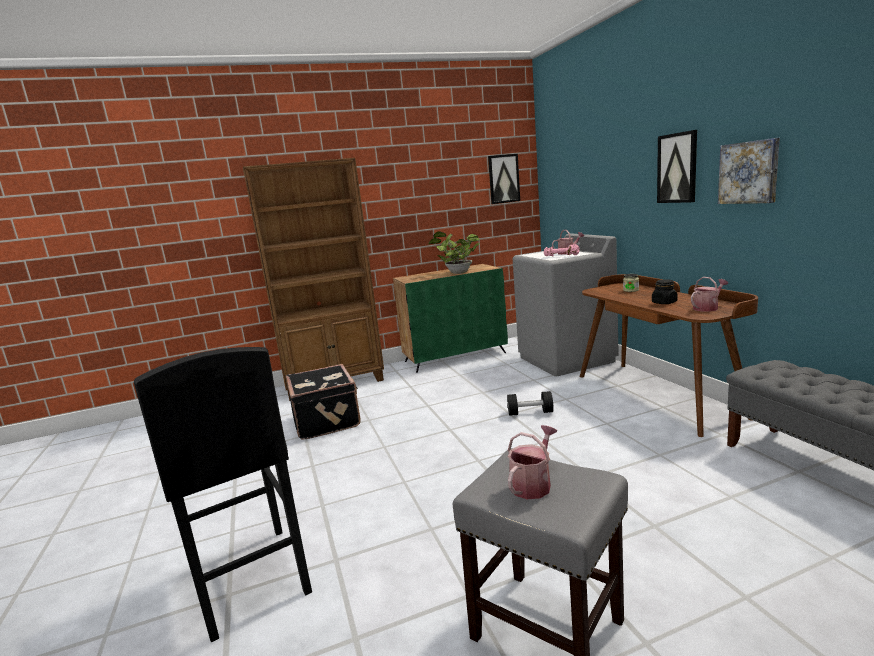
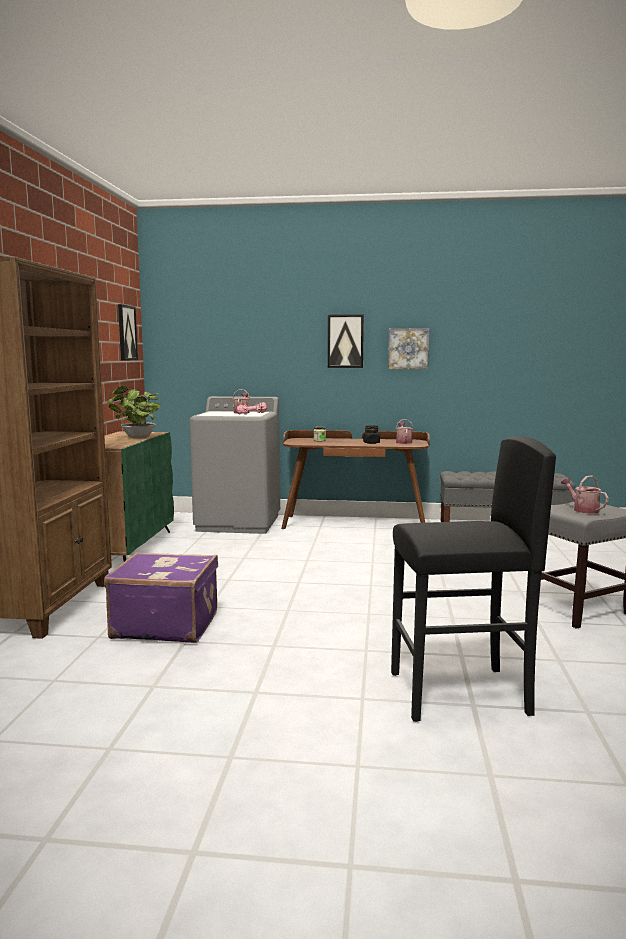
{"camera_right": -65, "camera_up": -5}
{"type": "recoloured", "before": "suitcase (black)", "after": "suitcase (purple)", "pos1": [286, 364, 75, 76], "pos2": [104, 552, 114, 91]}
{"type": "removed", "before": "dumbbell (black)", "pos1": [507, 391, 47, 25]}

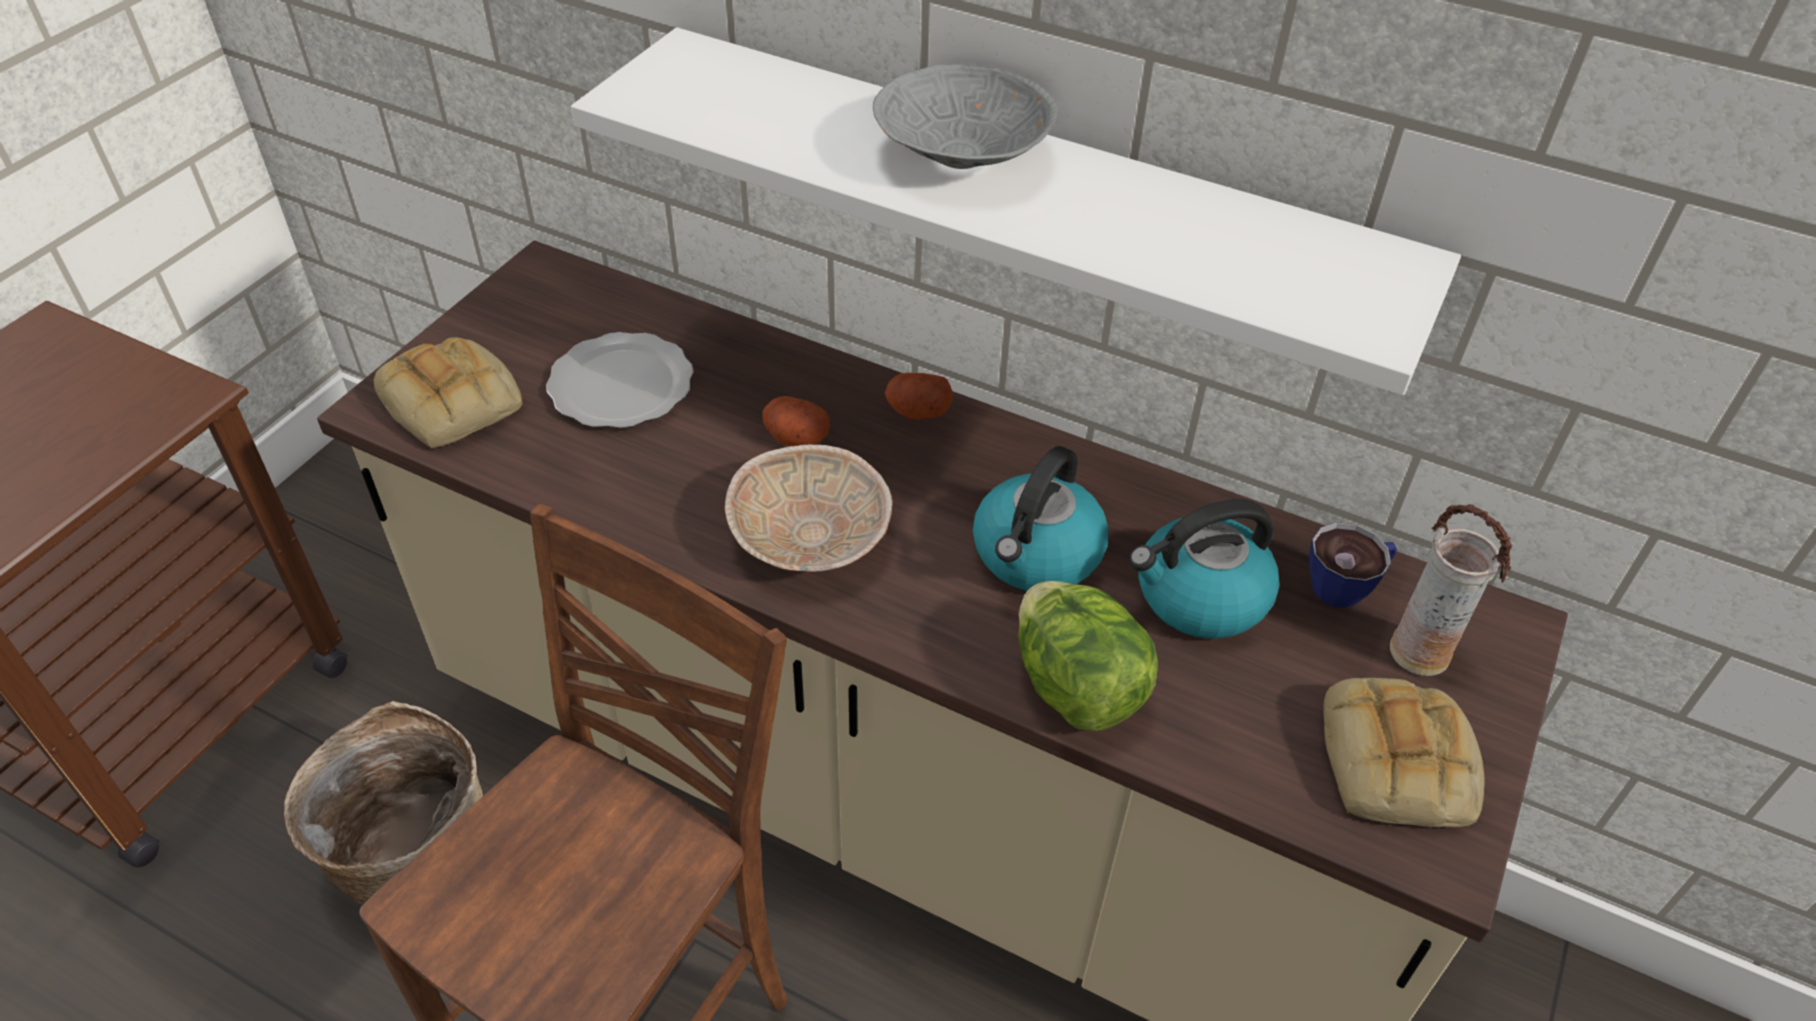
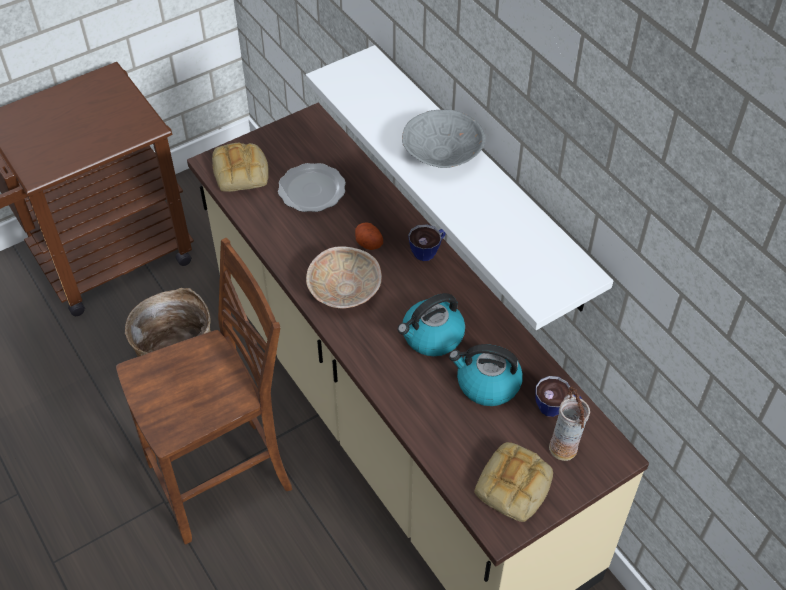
{"camera_right": 30, "camera_up": 5}
{"type": "replaced", "before": "potato", "after": "cup", "pos1": [885, 373, 68, 47], "pos2": [408, 224, 38, 37]}
{"type": "removed", "before": "lettuce", "pos1": [1018, 581, 140, 150]}

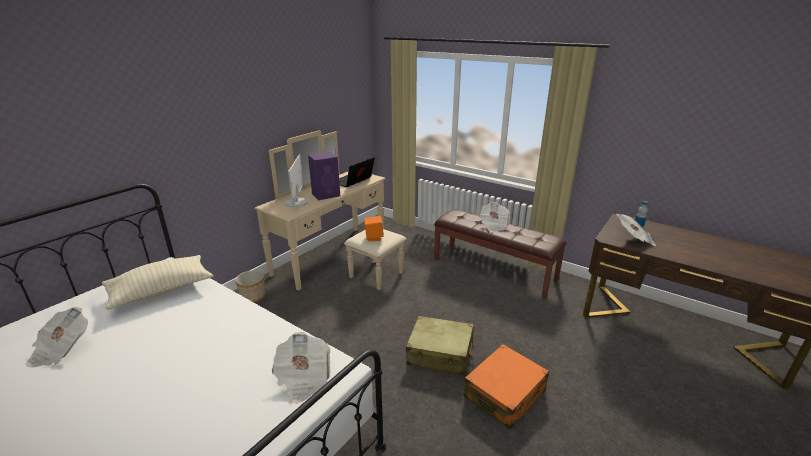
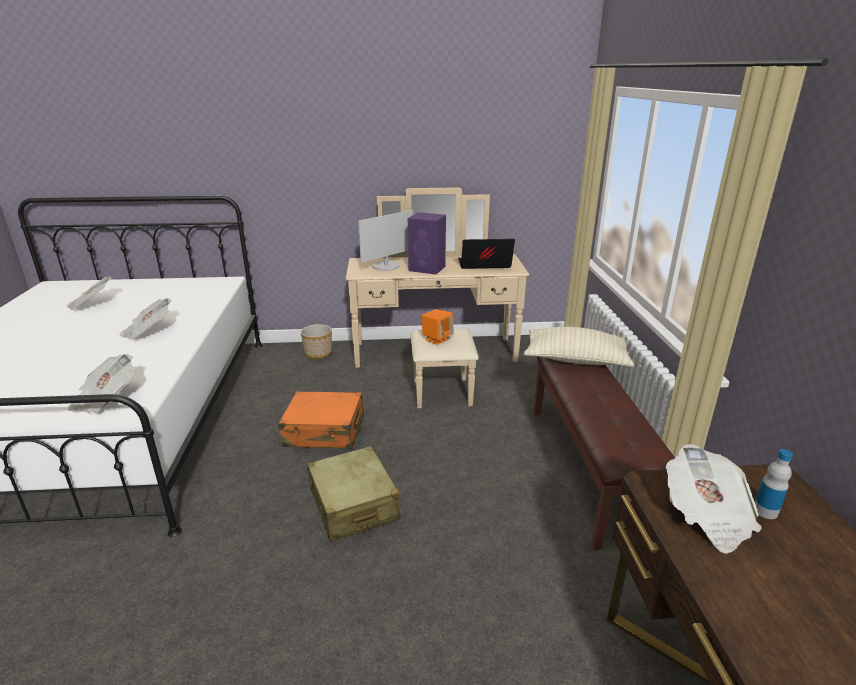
{"camera_right": 50, "camera_up": 0}
{"type": "moved", "before": "newspaper", "pos1": [479, 202, 31, 30], "pos2": [120, 298, 51, 42]}
{"type": "moved", "before": "pillow (beige)", "pos1": [102, 255, 111, 55], "pos2": [524, 327, 110, 40]}
{"type": "moved", "before": "suitcase (orange)", "pos1": [463, 344, 86, 85], "pos2": [278, 391, 86, 58]}

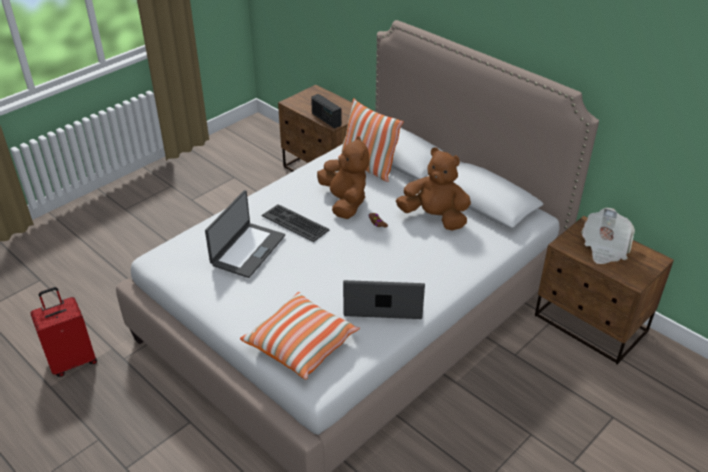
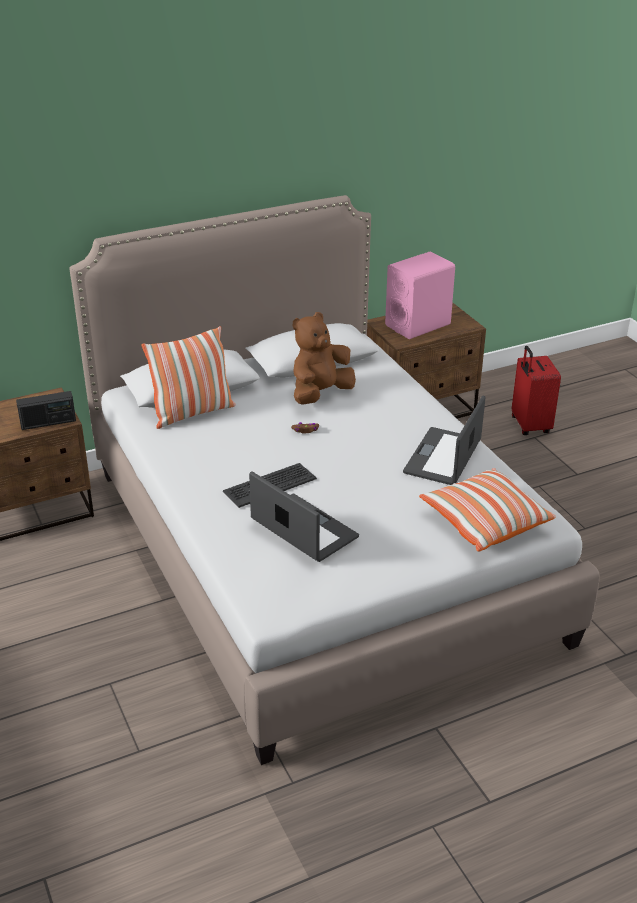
{"camera_right": -70, "camera_up": -5}
{"type": "removed", "before": "plush toy (brown)", "pos1": [317, 136, 52, 83]}
{"type": "replaced", "before": "newspaper", "after": "speaker (pink)", "pos1": [581, 208, 54, 56], "pos2": [385, 251, 70, 88]}
{"type": "moved", "before": "suitcase (red)", "pos1": [30, 287, 67, 90], "pos2": [512, 346, 49, 89]}

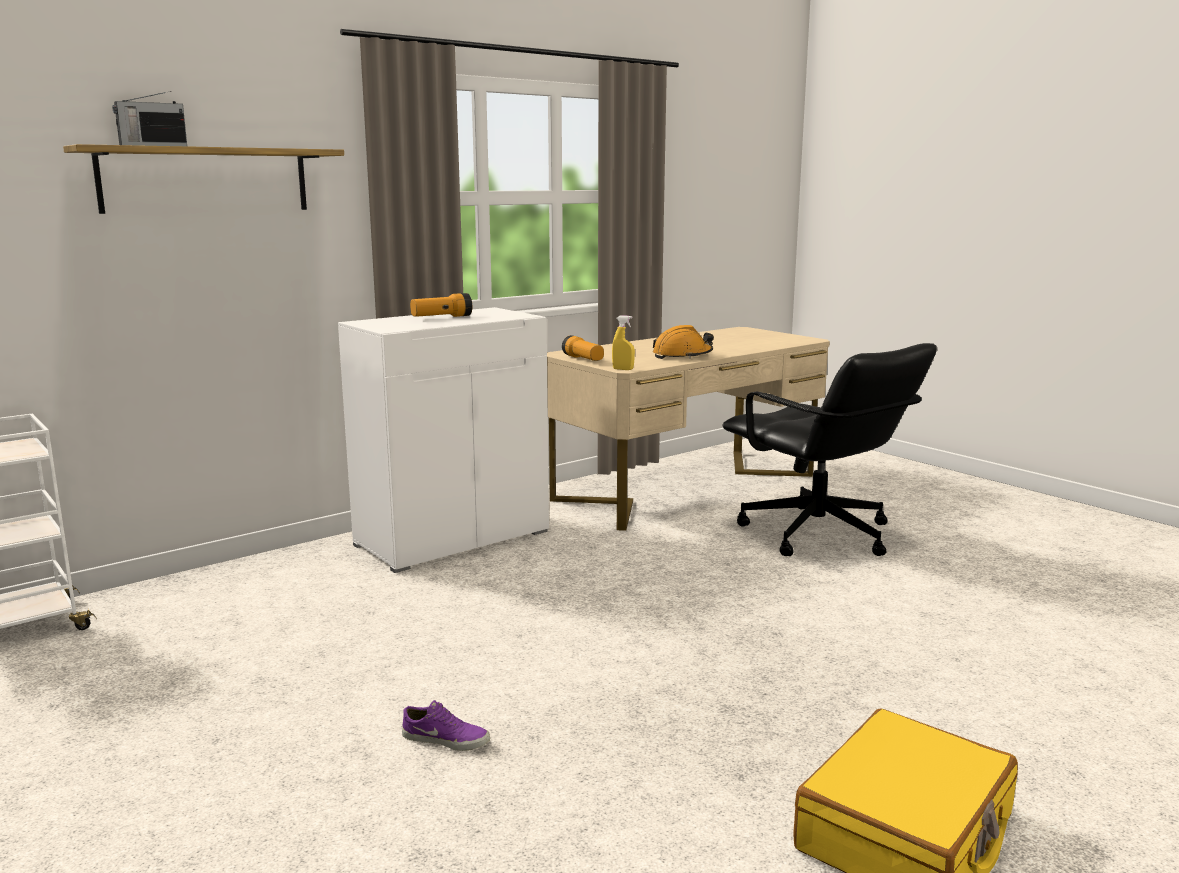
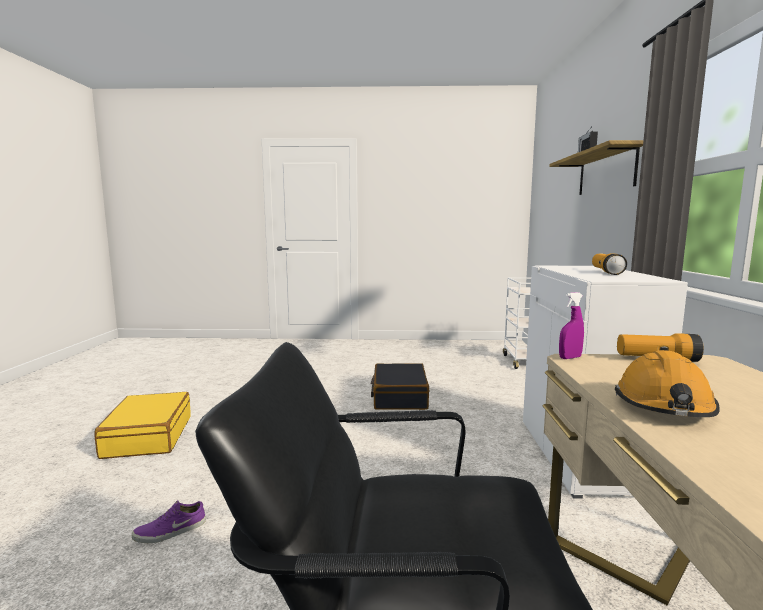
{"camera_right": 130, "camera_up": -5}
{"type": "recoloured", "before": "spray bottle (yellow)", "after": "spray bottle (purple)", "pos1": [612, 315, 23, 55], "pos2": [559, 292, 25, 67]}
{"type": "moved", "before": "shoe (purple)", "pos1": [402, 700, 88, 51], "pos2": [132, 500, 74, 43]}
{"type": "added", "after": "suitcase (black)", "pos2": [371, 363, 58, 47]}

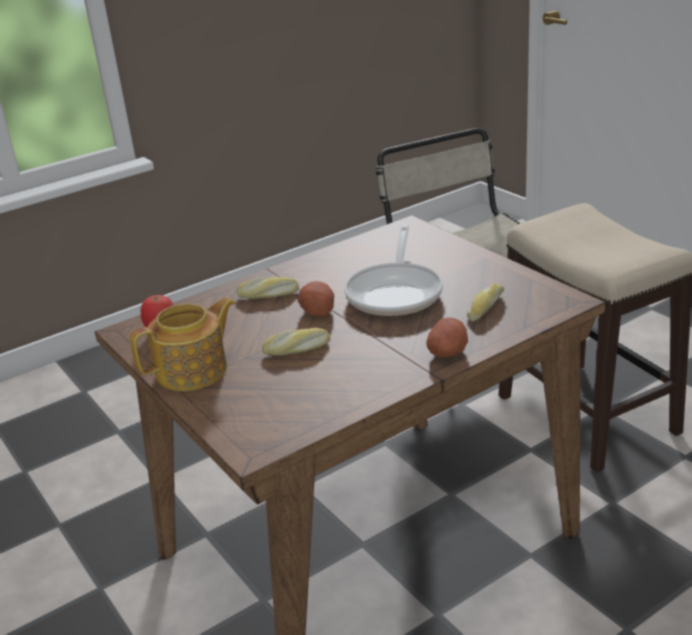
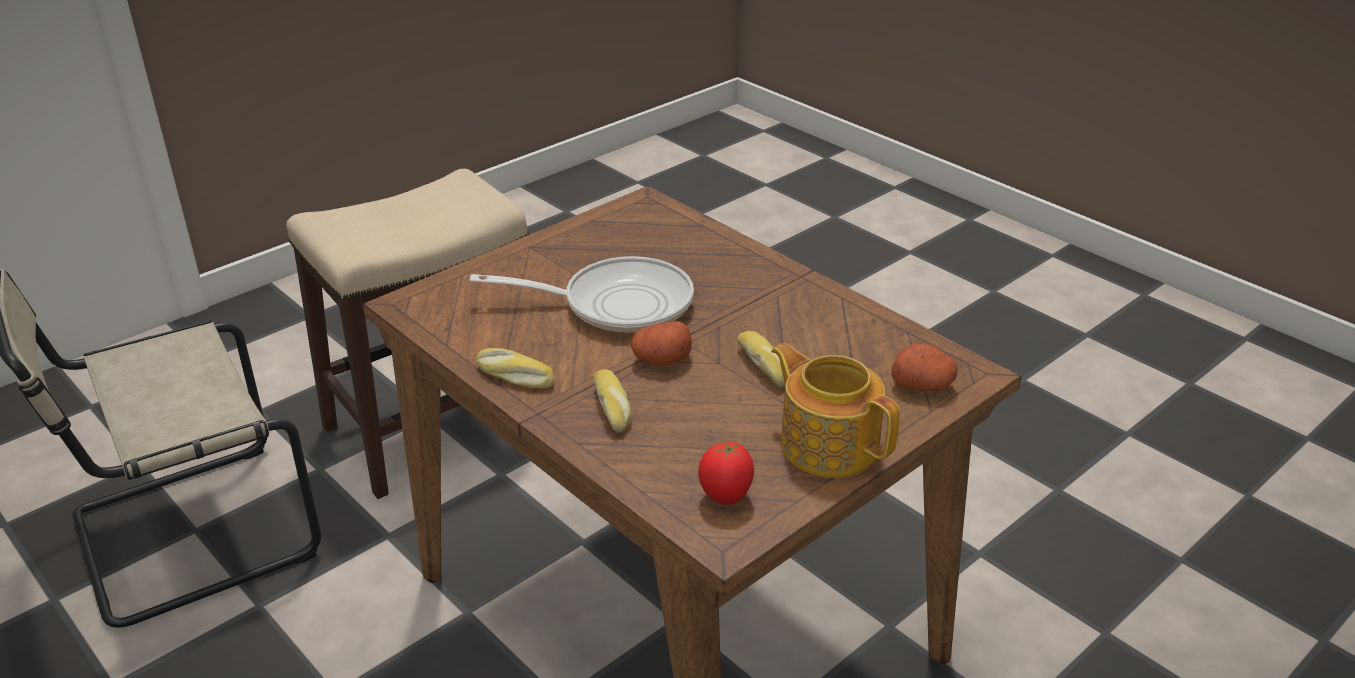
{"camera_right": -100, "camera_up": 5}
{"type": "moved", "before": "bread", "pos1": [467, 283, 37, 39], "pos2": [476, 348, 78, 40]}
{"type": "moved", "before": "potato", "pos1": [427, 317, 41, 40], "pos2": [891, 344, 67, 47]}

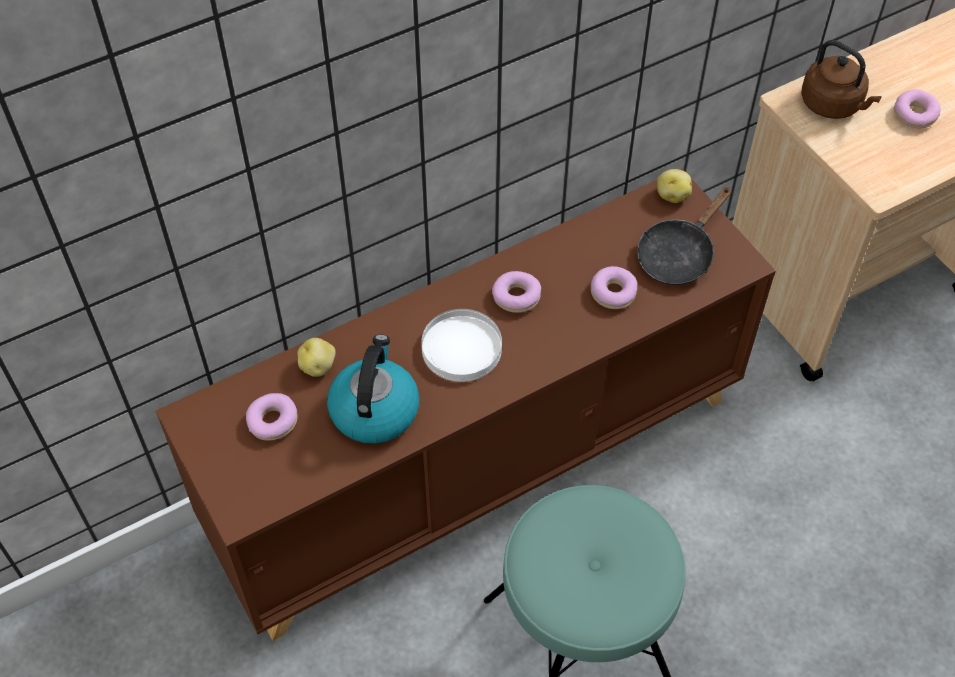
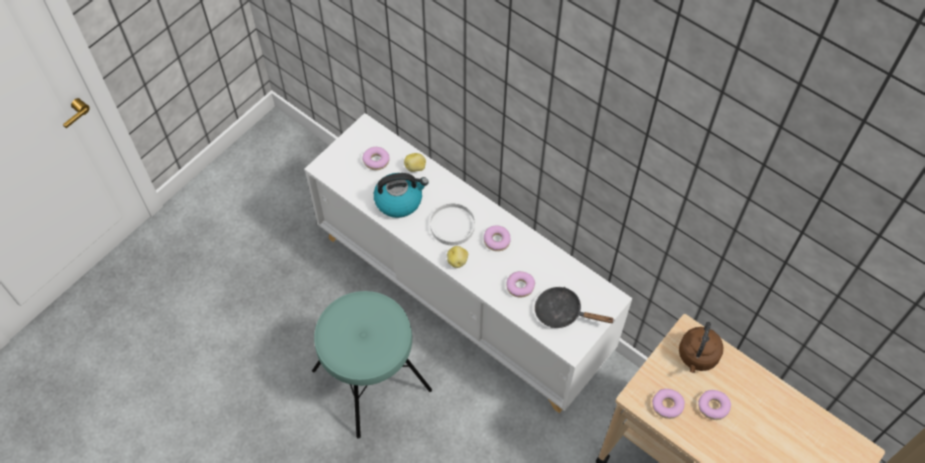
{"camera_right": 70, "camera_up": 5}
{"type": "recoloured", "before": "cabinet (brown)", "after": "cabinet (white)", "pos1": [156, 168, 620, 473], "pos2": [304, 113, 328, 300]}
{"type": "moved", "before": "potato", "pos1": [657, 169, 35, 34], "pos2": [447, 246, 21, 22]}
{"type": "added", "after": "donut", "pos2": [652, 389, 33, 30]}

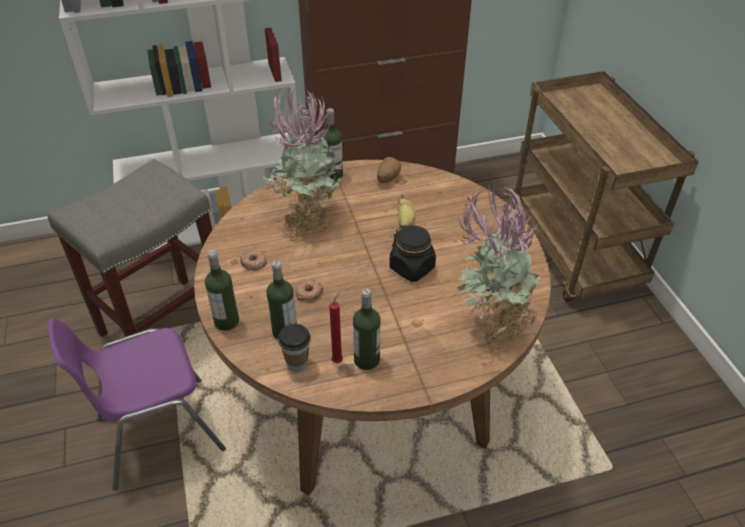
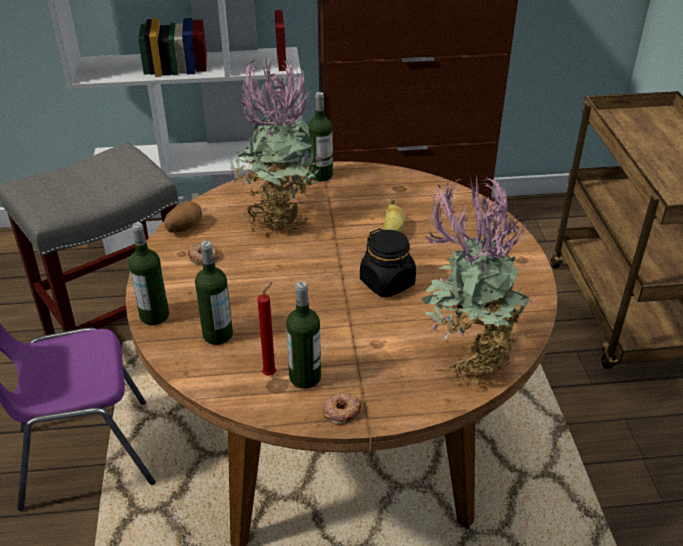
{"camera_right": 10, "camera_up": -5}
{"type": "moved", "before": "potato", "pos1": [377, 157, 24, 26], "pos2": [164, 201, 38, 32]}
{"type": "moved", "before": "donut", "pos1": [296, 280, 27, 23], "pos2": [323, 392, 38, 33]}
{"type": "removed", "before": "cup", "pos1": [278, 324, 33, 48]}

